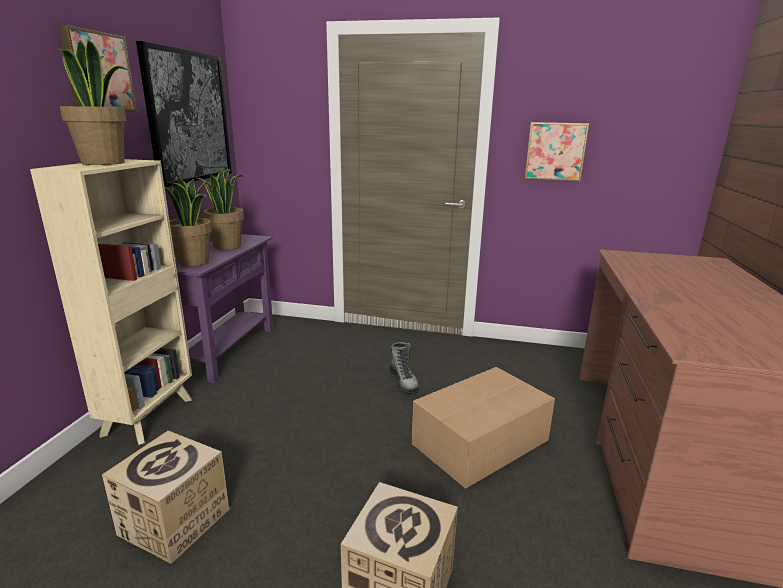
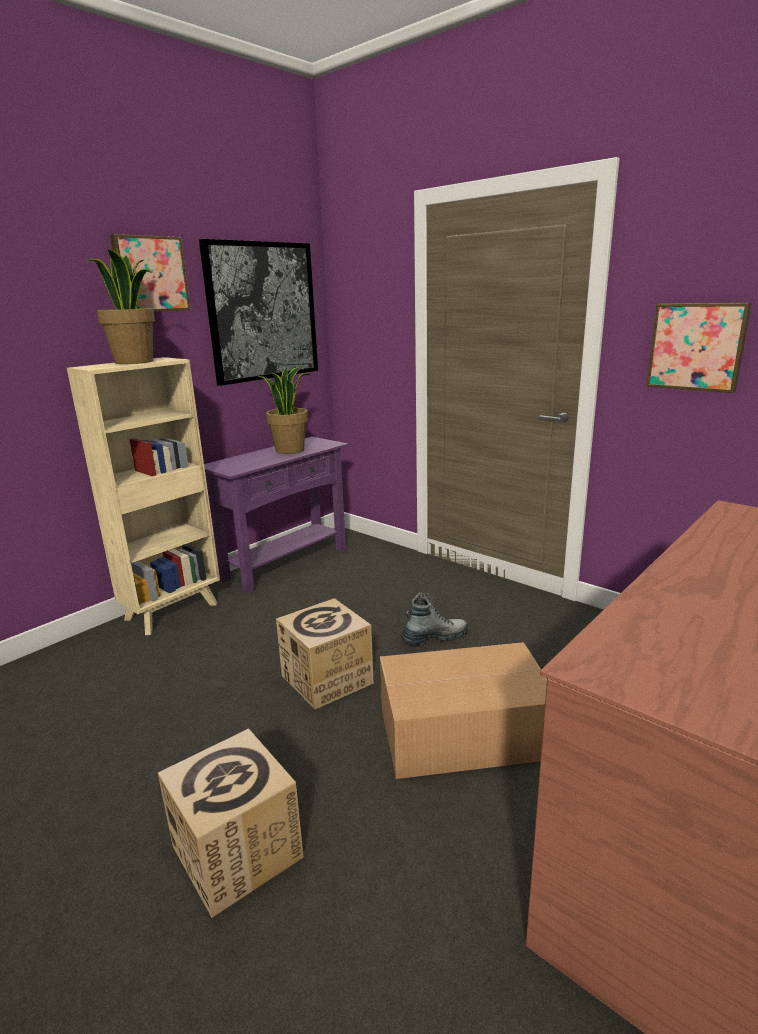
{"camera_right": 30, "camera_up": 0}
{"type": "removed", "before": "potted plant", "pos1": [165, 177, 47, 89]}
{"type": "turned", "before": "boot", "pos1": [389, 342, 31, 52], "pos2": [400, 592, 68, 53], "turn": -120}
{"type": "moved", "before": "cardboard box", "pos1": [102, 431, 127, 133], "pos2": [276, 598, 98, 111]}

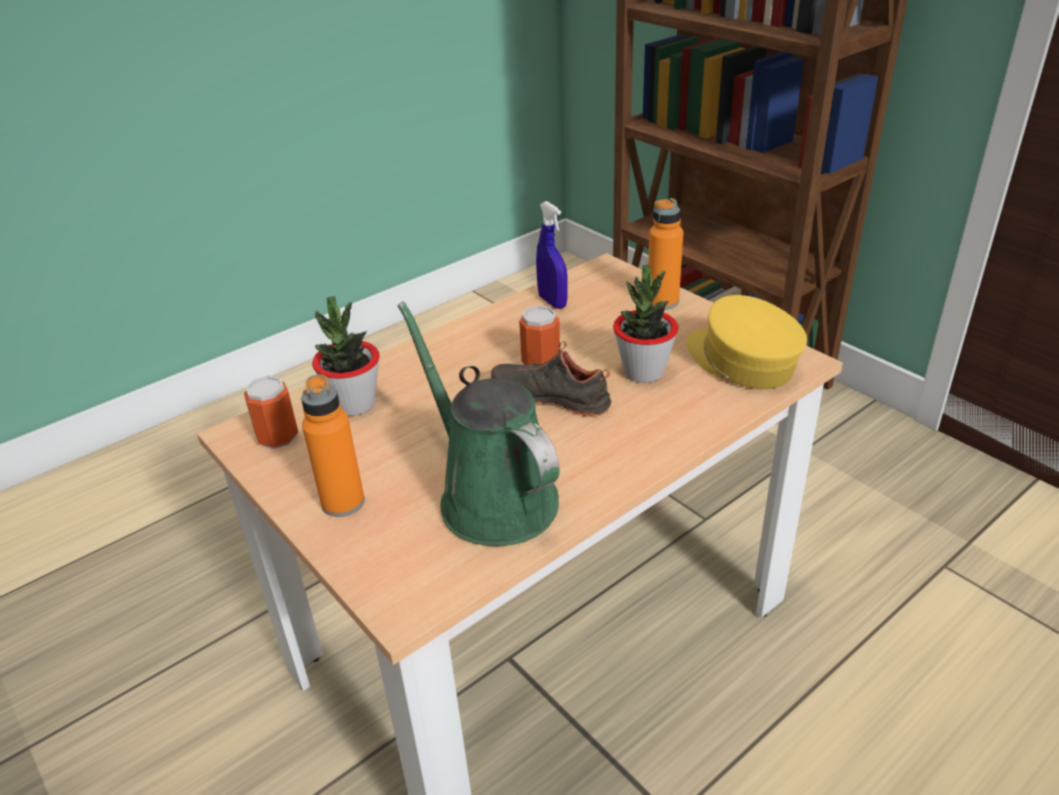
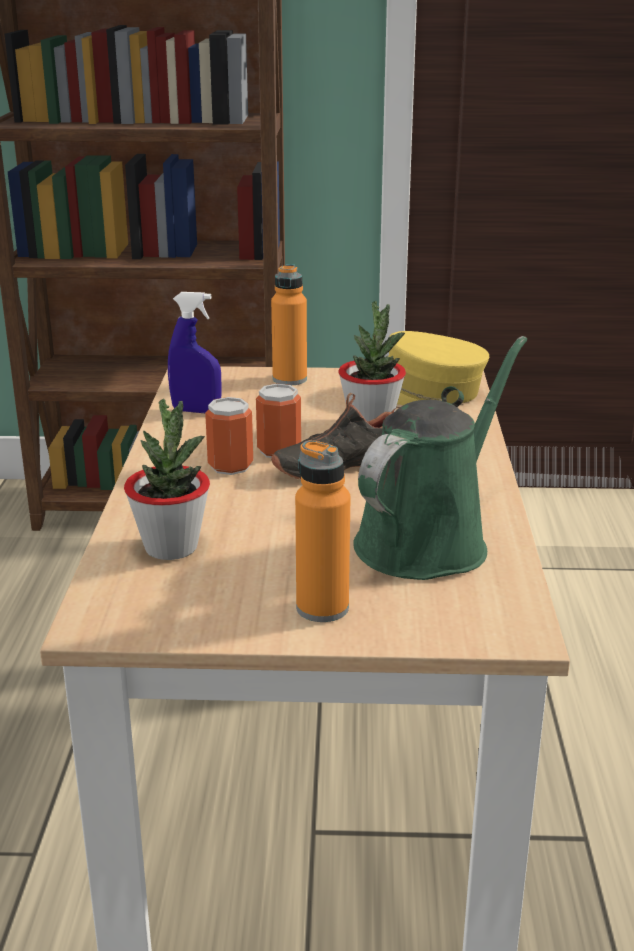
{"camera_right": -50, "camera_up": -10}
{"type": "turned", "before": "watering can (green)", "pos1": [397, 302, 163, 244], "pos2": [353, 336, 174, 244], "turn": 120}
{"type": "moved", "before": "can", "pos1": [244, 375, 54, 74], "pos2": [205, 397, 48, 78]}

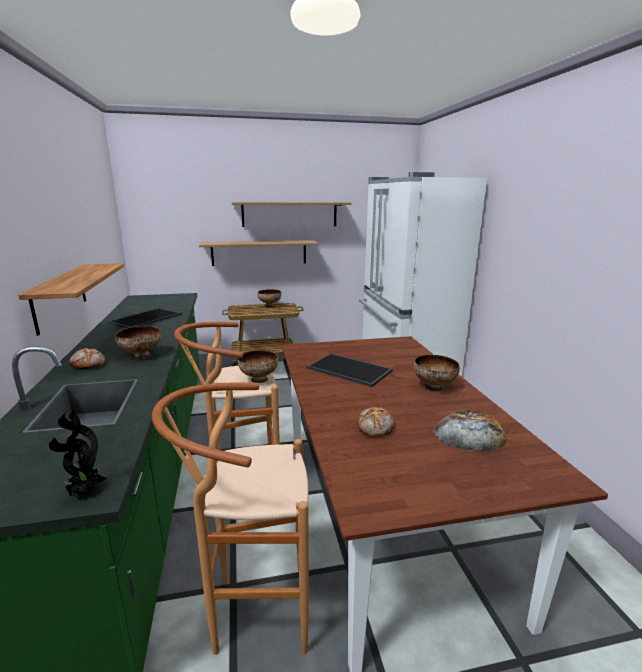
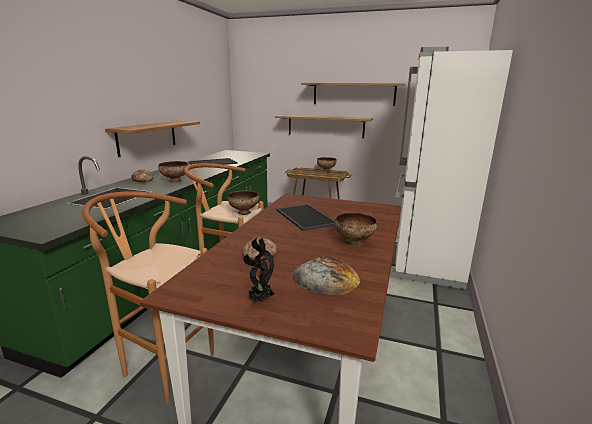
{"camera_right": 30, "camera_up": 0}
{"type": "moved", "before": "potted plant", "pos1": [49, 410, 57, 87], "pos2": [243, 237, 32, 65]}

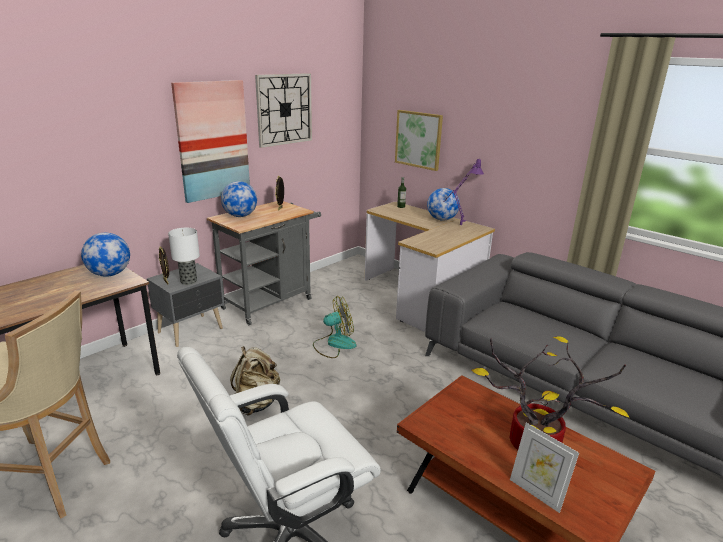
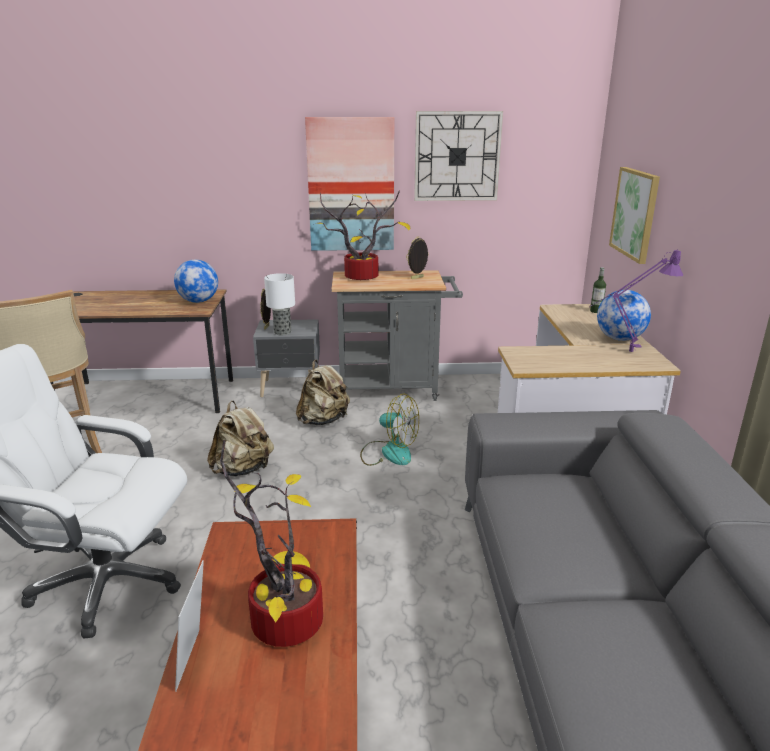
{"camera_right": 45, "camera_up": 0}
{"type": "replaced", "before": "globe", "after": "potted plant", "pos1": [221, 181, 36, 36], "pos2": [315, 191, 95, 89]}
{"type": "added", "after": "backpack (beige)", "pos2": [296, 360, 54, 65]}

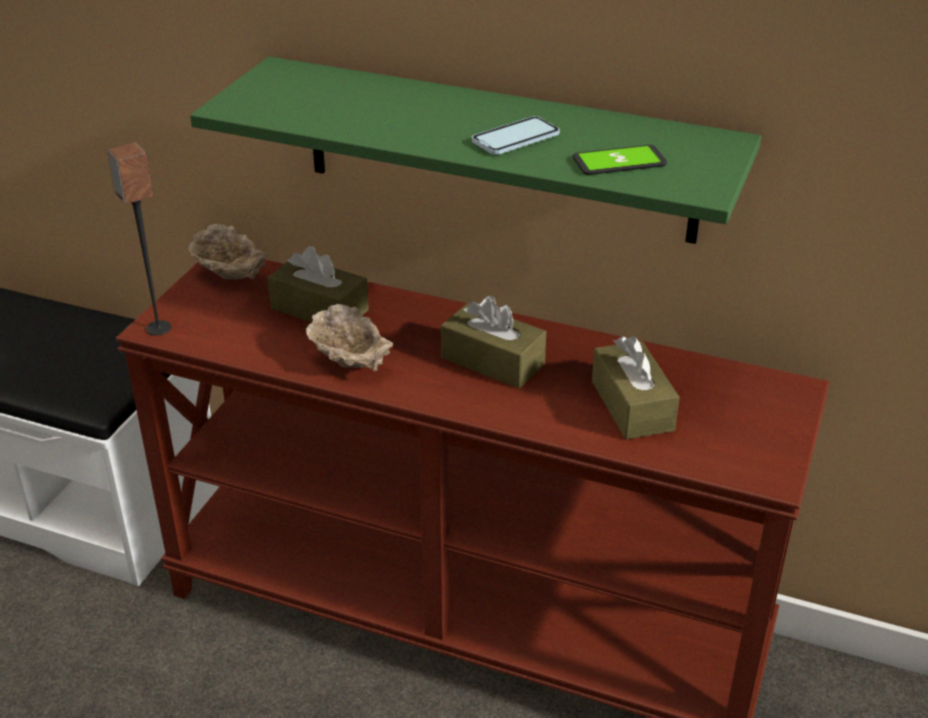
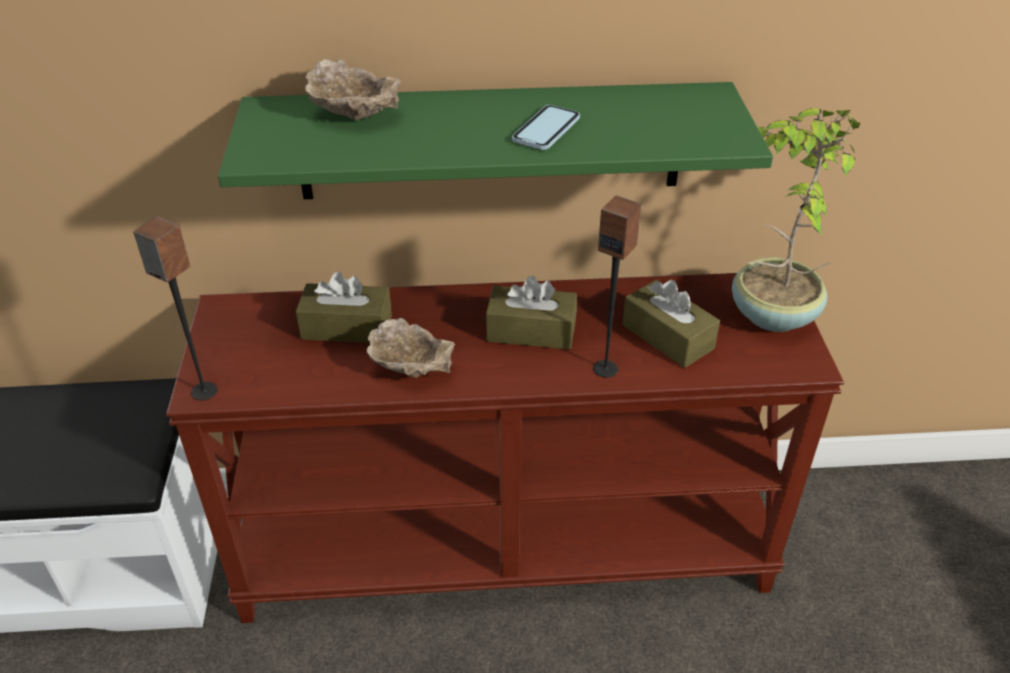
{"camera_right": -25, "camera_up": 5}
{"type": "removed", "before": "phone", "pos1": [572, 145, 95, 30]}
{"type": "moved", "before": "bowl (beige)", "pos1": [188, 223, 80, 57], "pos2": [305, 59, 96, 61]}
{"type": "added", "after": "potted plant", "pos2": [732, 108, 129, 224]}
{"type": "added", "after": "speaker", "pos2": [593, 195, 49, 183]}

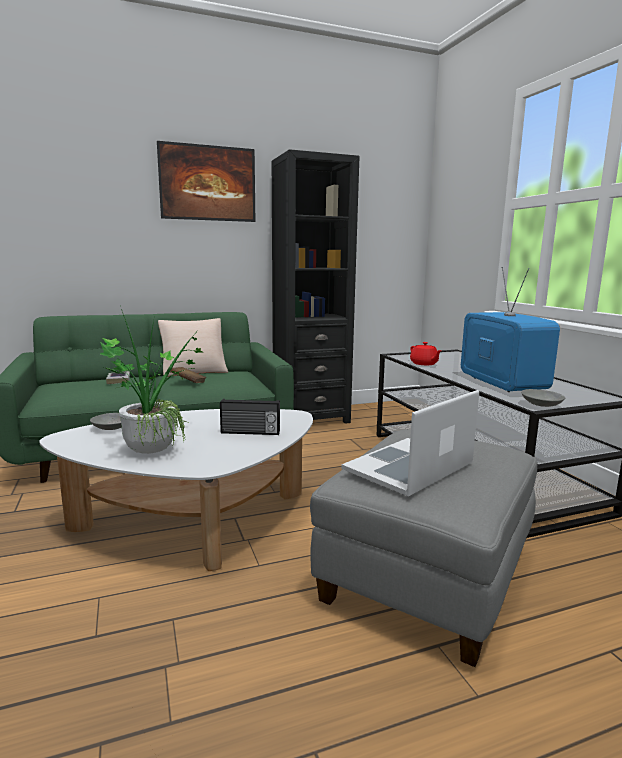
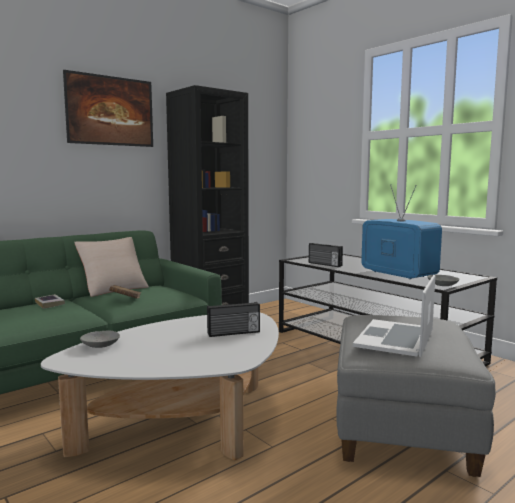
{"camera_right": -20, "camera_up": -5}
{"type": "removed", "before": "potted plant", "pos1": [100, 306, 102, 148]}
{"type": "replaced", "before": "teapot (red)", "after": "radio", "pos1": [410, 342, 32, 23], "pos2": [309, 243, 34, 24]}

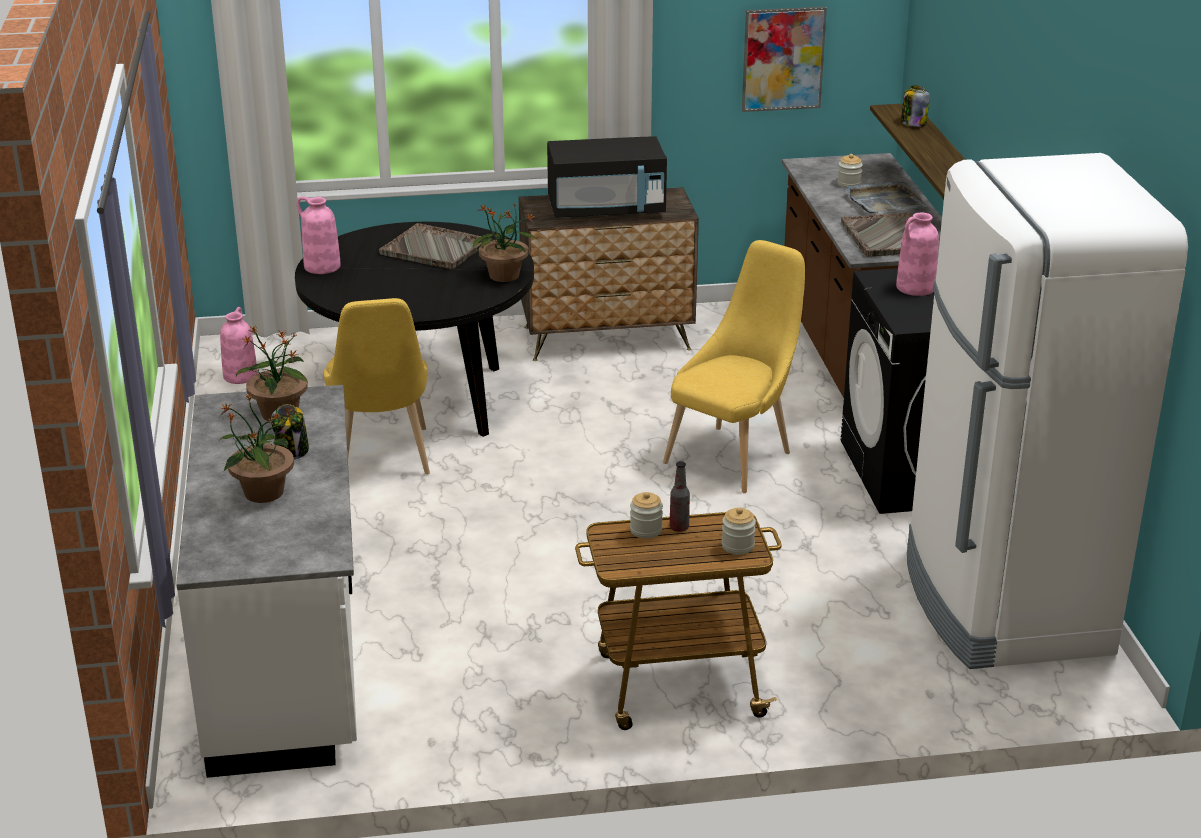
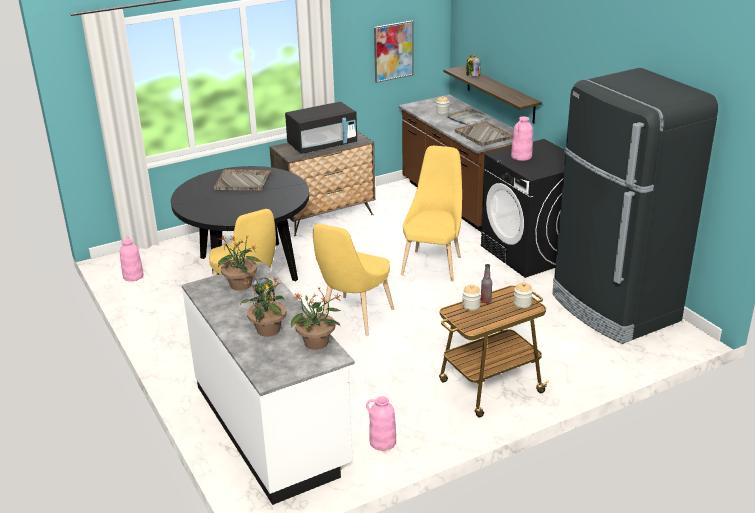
{"camera_right": -20, "camera_up": 0}
{"type": "recoloured", "before": "fridge (white)", "after": "fridge (black)", "pos1": [907, 153, 281, 516], "pos2": [552, 68, 166, 276]}
{"type": "moved", "before": "vase (pink)", "pos1": [297, 196, 44, 78], "pos2": [366, 396, 30, 55]}
{"type": "moved", "before": "potted plant", "pos1": [473, 202, 65, 80], "pos2": [291, 287, 49, 63]}
{"type": "added", "after": "chair (yellow)", "pos2": [313, 224, 81, 112]}

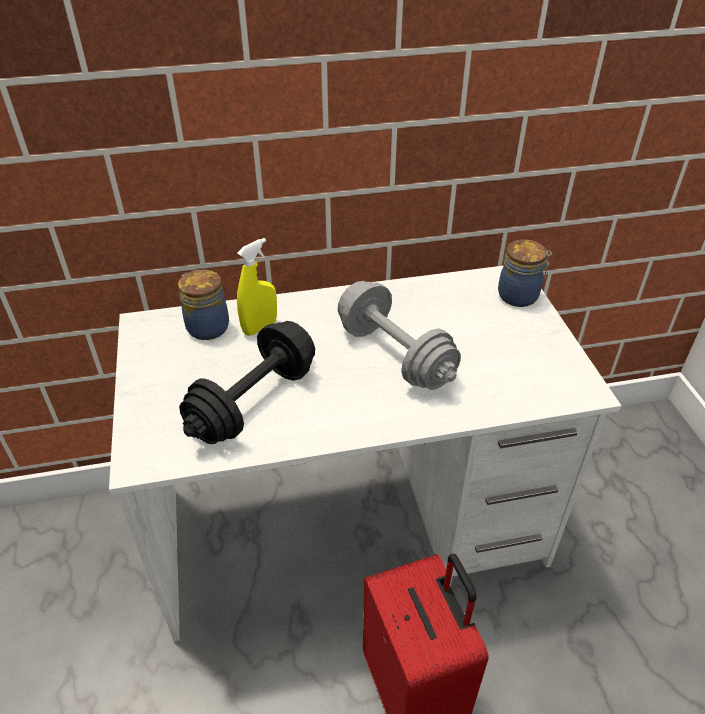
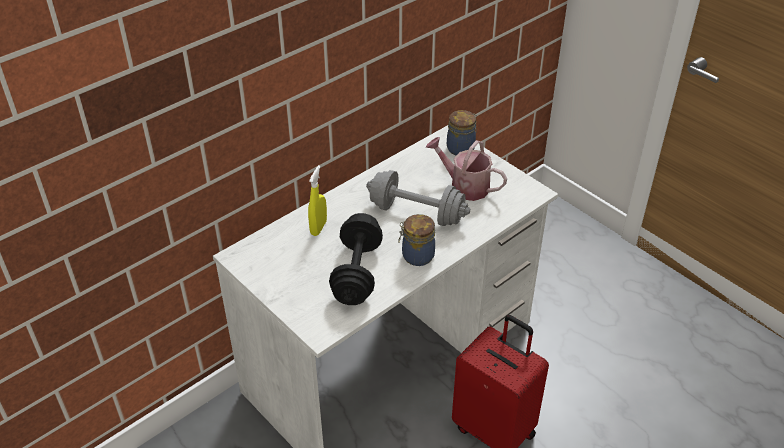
{"camera_right": -30, "camera_up": 0}
{"type": "moved", "before": "jar", "pos1": [178, 269, 51, 71], "pos2": [398, 214, 37, 52]}
{"type": "added", "after": "watering can", "pos2": [426, 137, 81, 64]}

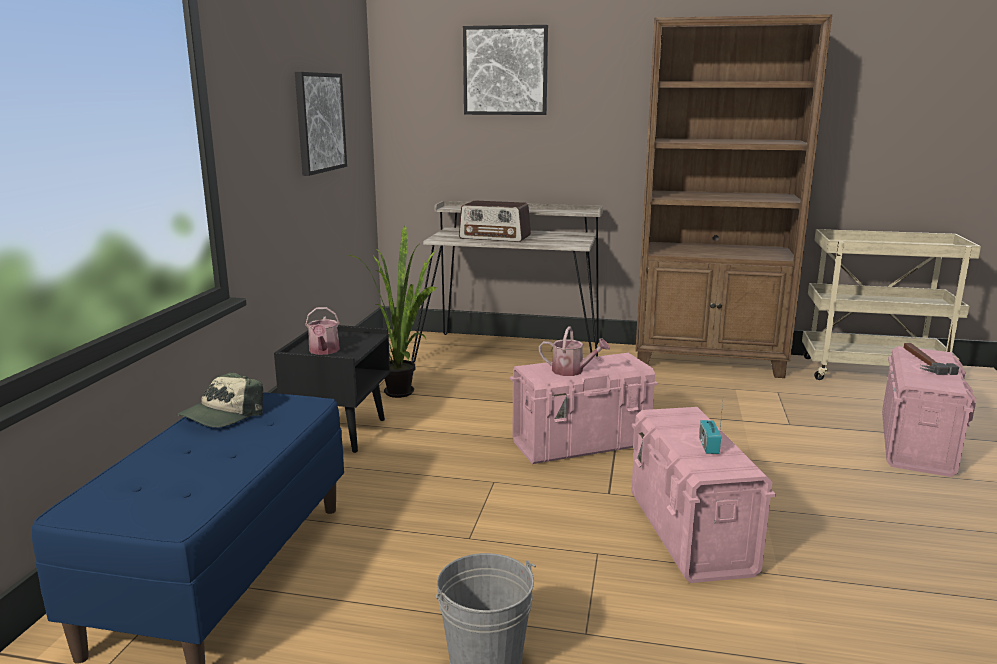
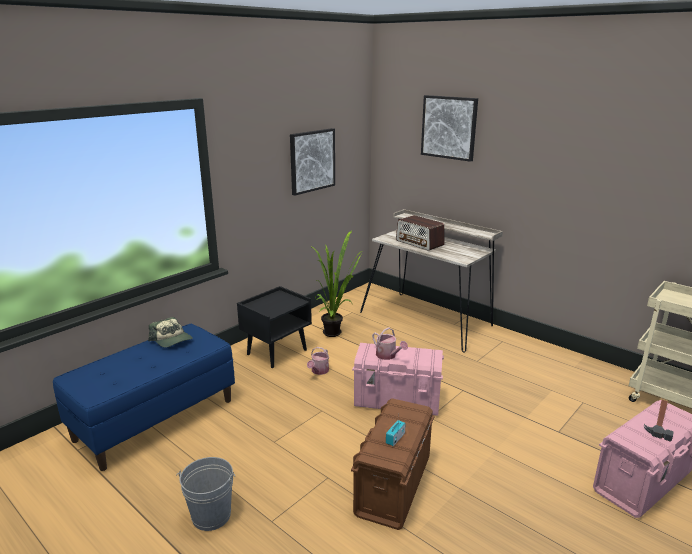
{"camera_right": 30, "camera_up": 5}
{"type": "removed", "before": "bookcase (brown)", "pos1": [635, 14, 197, 364]}
{"type": "moved", "before": "watering can", "pos1": [305, 307, 35, 48], "pos2": [307, 347, 22, 28]}
{"type": "turned", "before": "cap", "pos1": [177, 372, 86, 56], "pos2": [148, 317, 45, 31], "turn": -105}
{"type": "recoloured", "before": "storage box (pink)", "after": "storage box (brown)", "pos1": [632, 407, 144, 176], "pos2": [351, 398, 84, 132]}

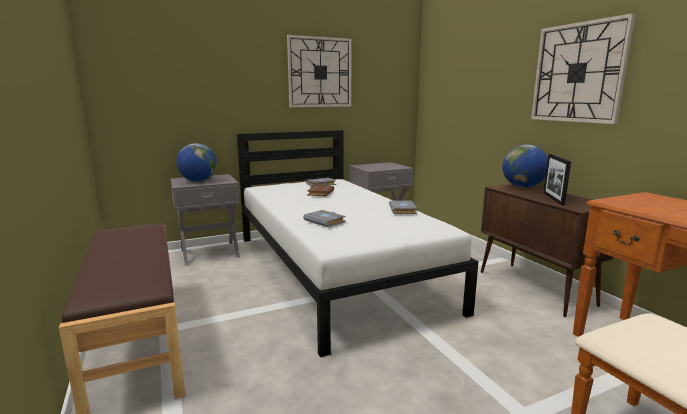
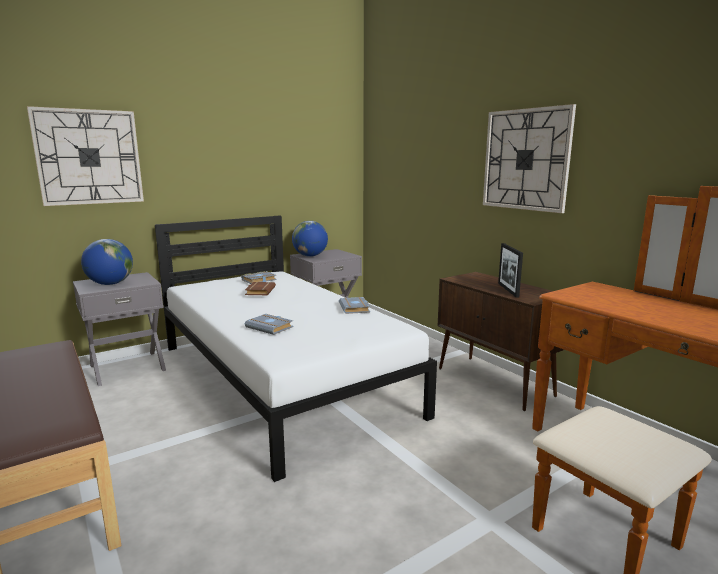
{"camera_right": -10, "camera_up": 0}
{"type": "moved", "before": "wall clock", "pos1": [287, 35, 65, 72], "pos2": [27, 106, 117, 100]}
{"type": "moved", "before": "globe", "pos1": [502, 144, 46, 44], "pos2": [292, 221, 36, 36]}

